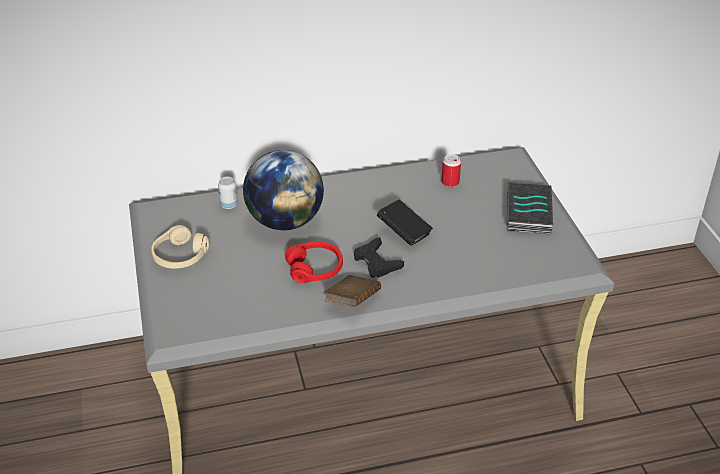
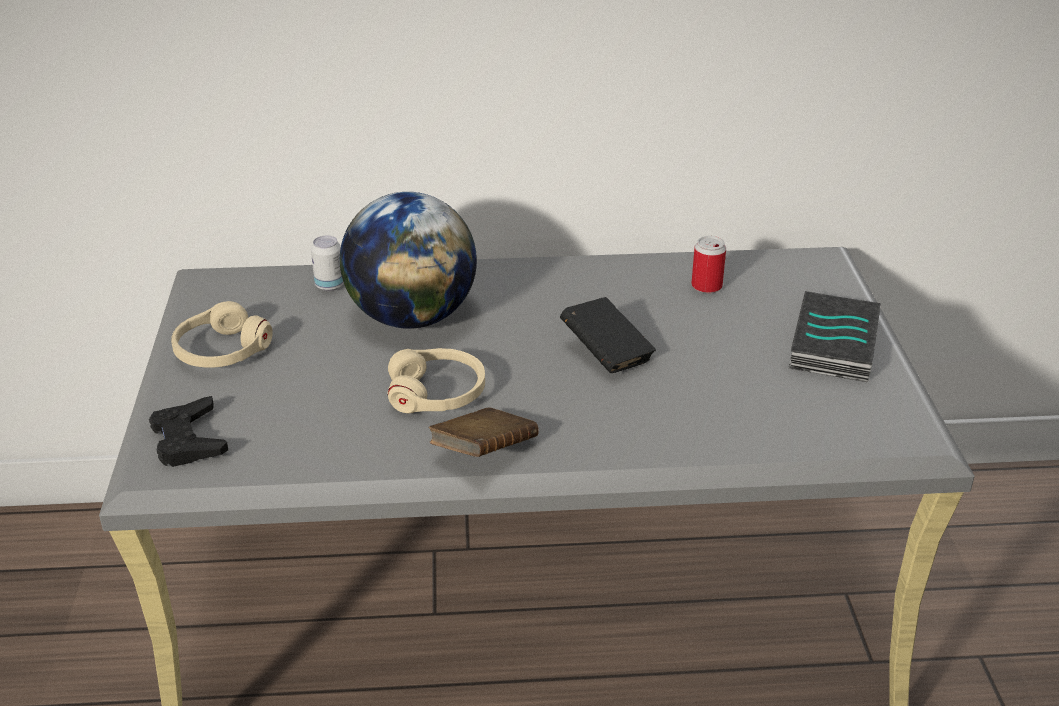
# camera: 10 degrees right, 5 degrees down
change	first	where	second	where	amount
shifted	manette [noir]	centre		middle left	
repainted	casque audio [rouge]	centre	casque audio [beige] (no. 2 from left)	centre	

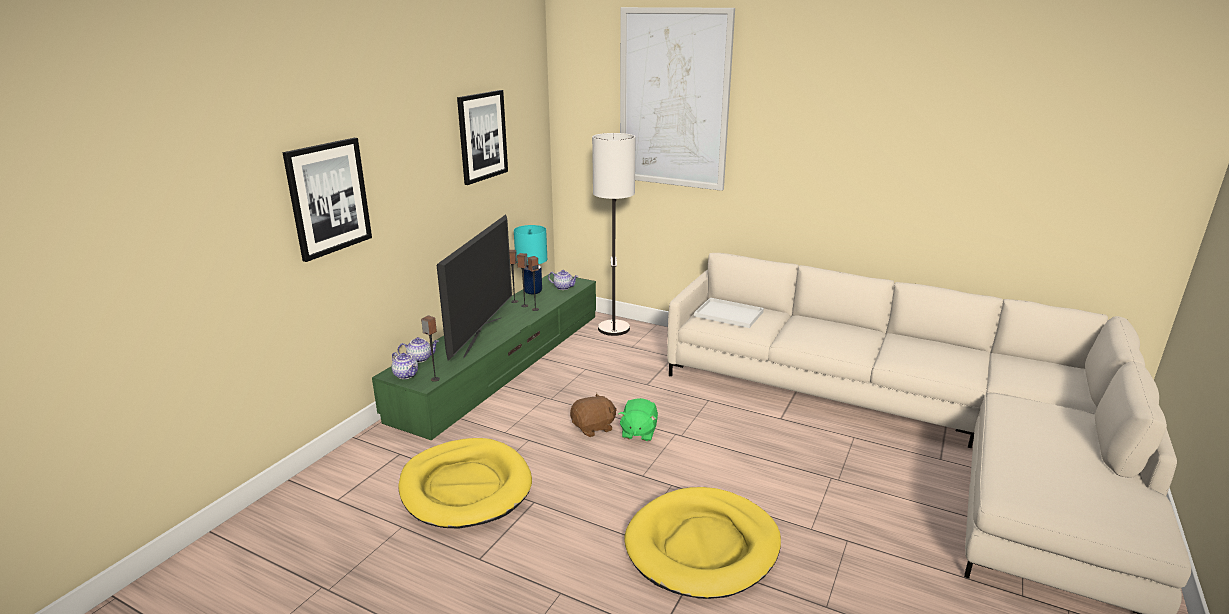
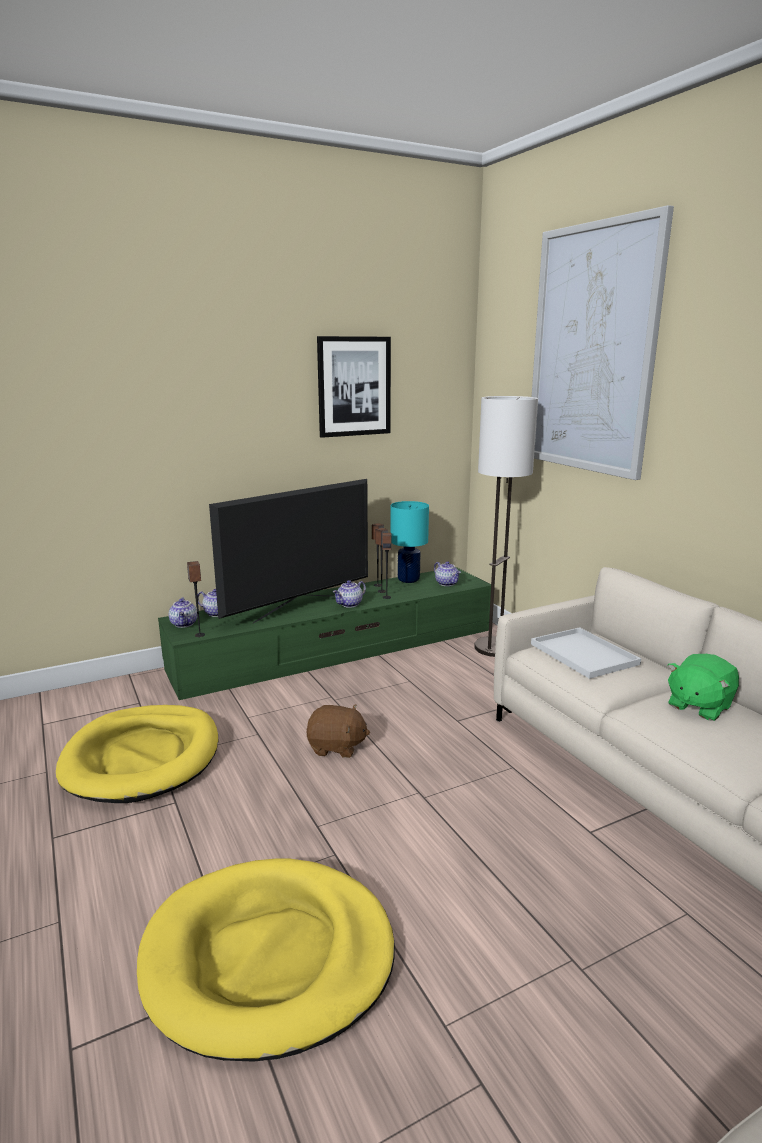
# camera: 35 degrees right, 5 degrees down
change	first	where	second	where	amount
new			théière (no. 3 from left)	centre	
shifted	peluche [vert]	bottom centre		middle right	
gone	tableau (no. 1 from left)	top left			

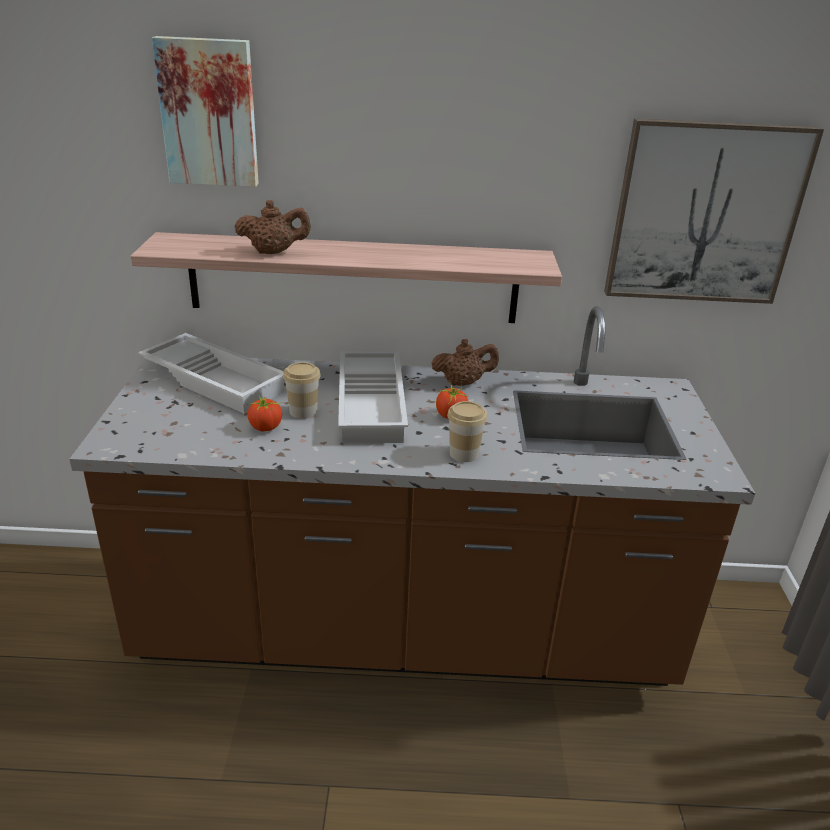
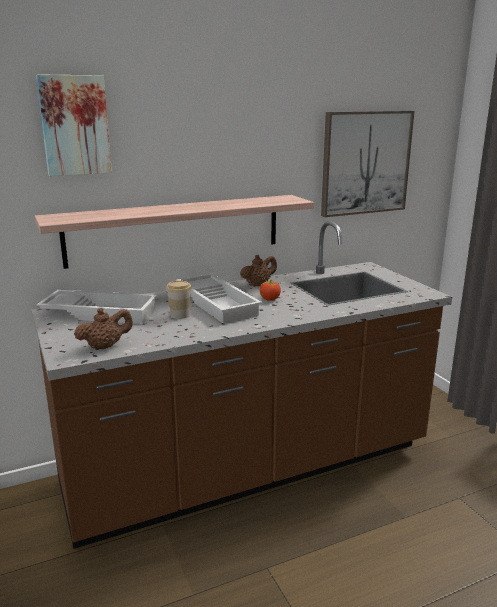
# camera: 25 degrees left, 10 degrees down
change	first	where	second	where	amount
shifted	théière [marron] (no. 1 from left)	top left		middle left	
gone	tomate (no. 1 from left)	middle left			
gone	tasse (no. 2 from left)	centre			

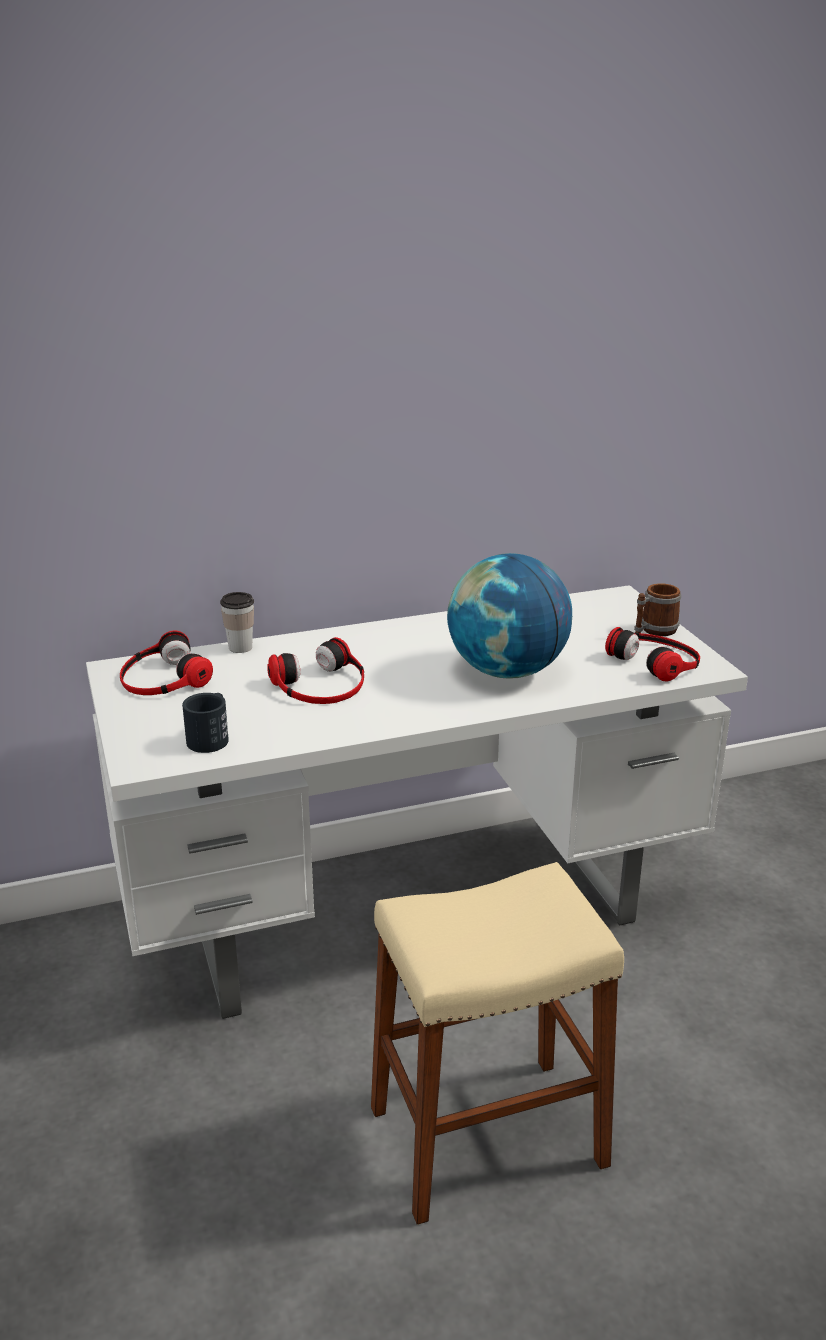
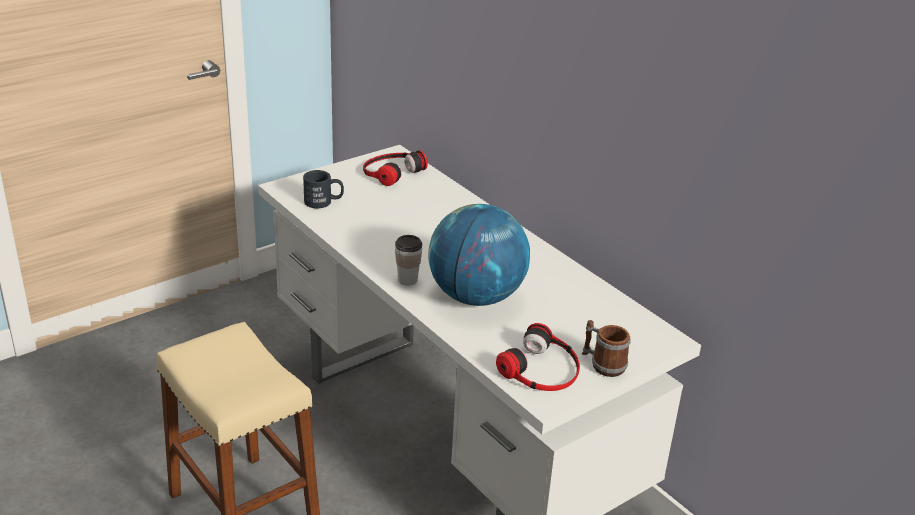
# camera: 70 degrees right, 5 degrees up
change	first	where	second	where	amount
shifted	tasse	middle left		centre	
gone	casque audio (no. 2 from left)	centre			

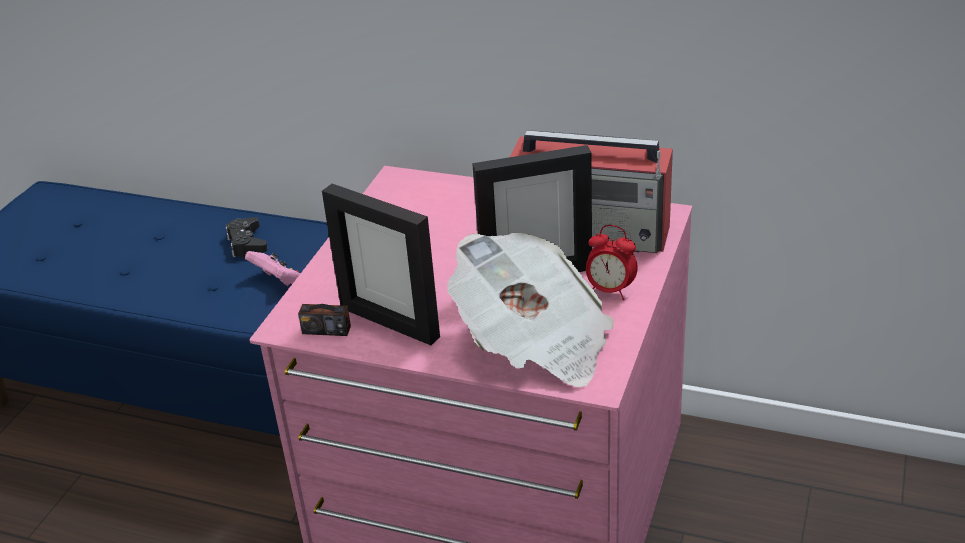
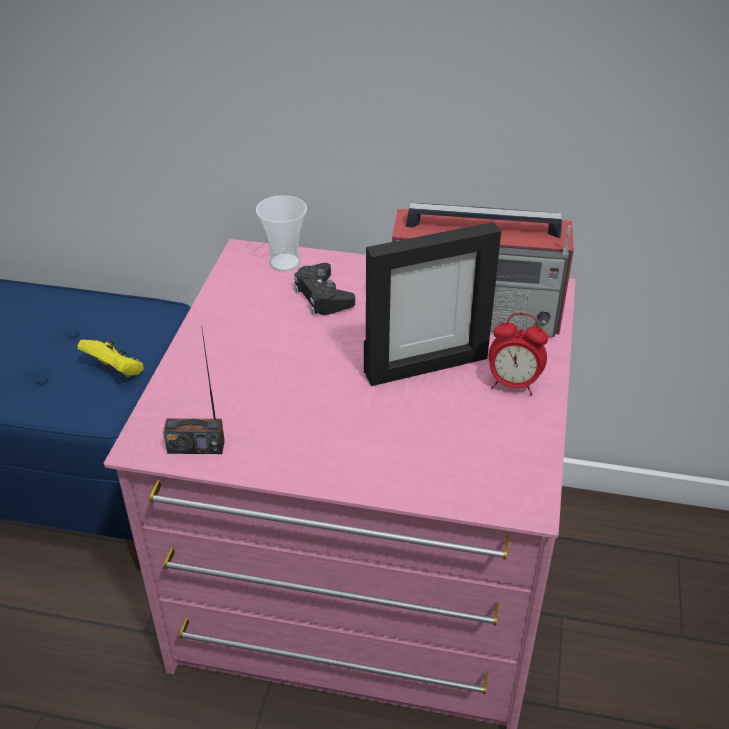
# camera: 10 degrees left, 5 degrees up
change	first	where	second	where	amount
repainted	manette [rose]	middle left	manette [jaune]	middle left	
new			tasse	top centre	
shifted	manette [noir]	middle left		centre	
gone	cadre photo (no. 1 from left)	centre			
gone	journal	centre			

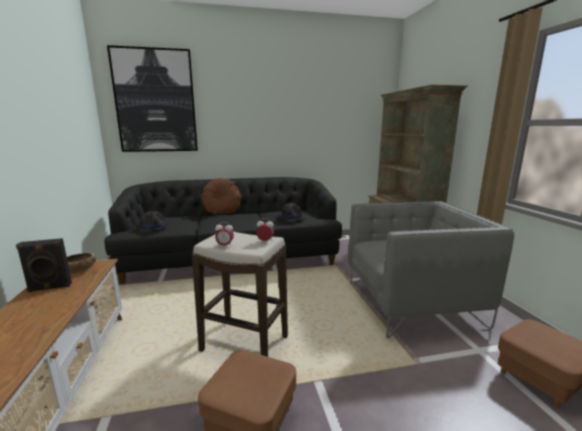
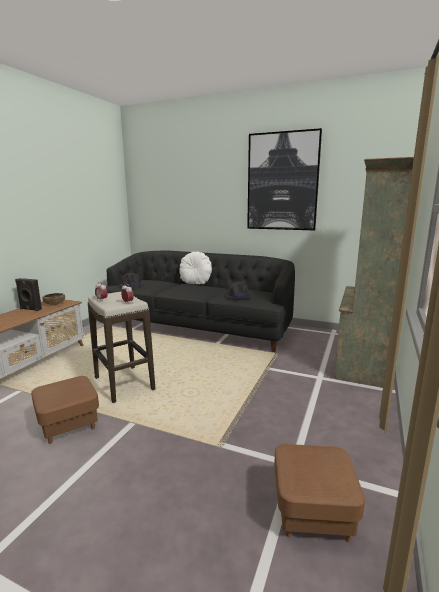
# camera: 35 degrees right, 0 degrees up
change	first	where	second	where	amount
repainted	coussin [marron]	centre	coussin [blanc]	centre	
shifted	tableau	top left		top centre	
gone	fauteuil [gris]	middle right			

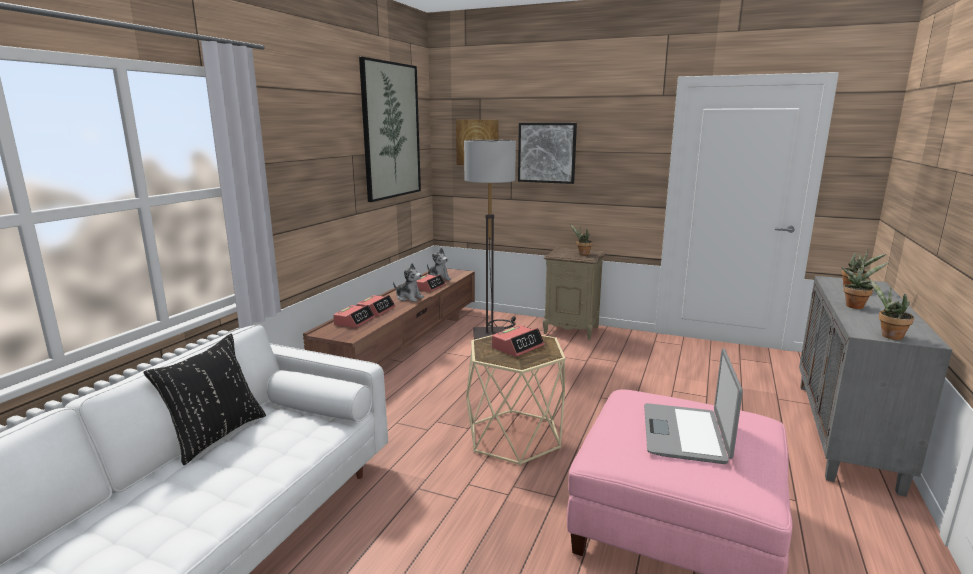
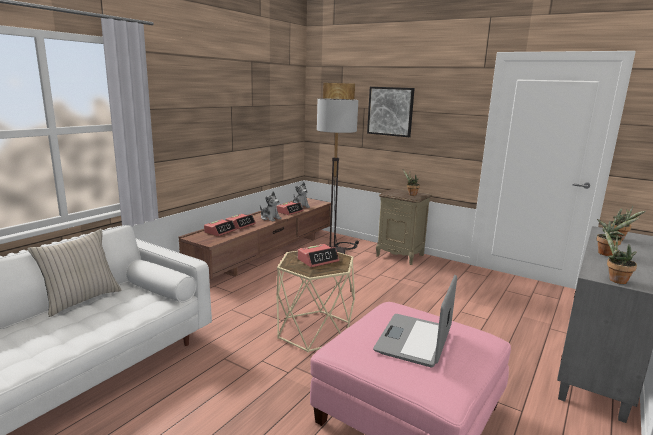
# camera: 10 degrees right, 0 degrees up
change	first	where	second	where	amount
repainted	coussin [noir]	bottom left	coussin [beige]	middle left	
gone	tableau (no. 1 from left)	top centre			

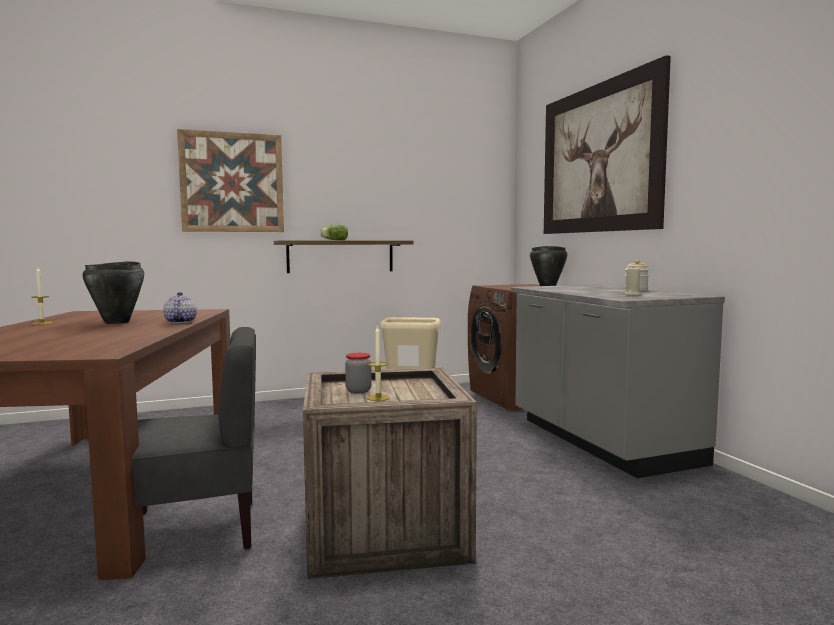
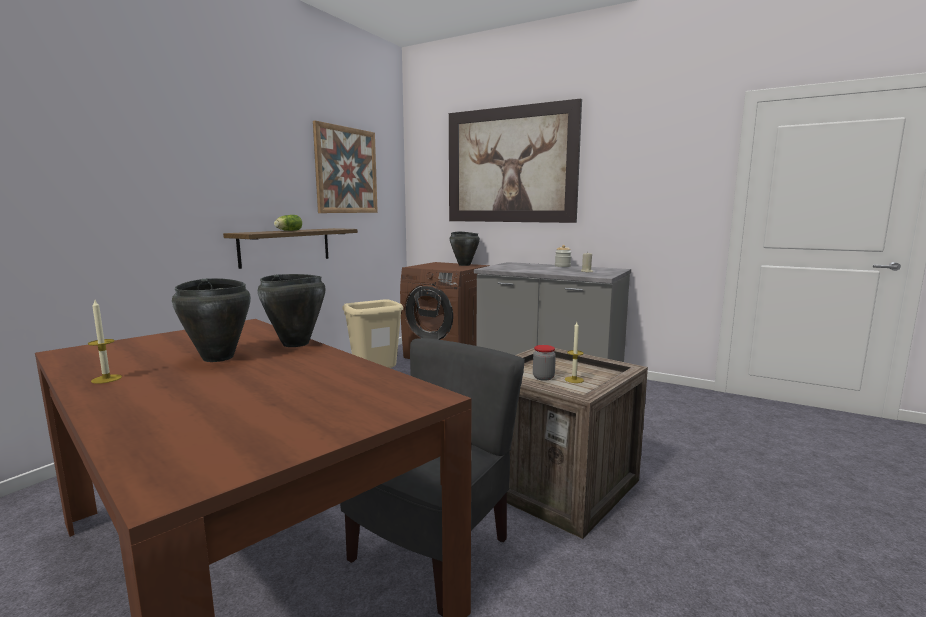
# camera: 40 degrees left, 5 degrees up
change	first	where	second	where	amount
swapped	théière	middle left	marmite [noir] (no. 2 from left)	middle left	
shifted	tableau (no. 1 from left)	top left		top centre	

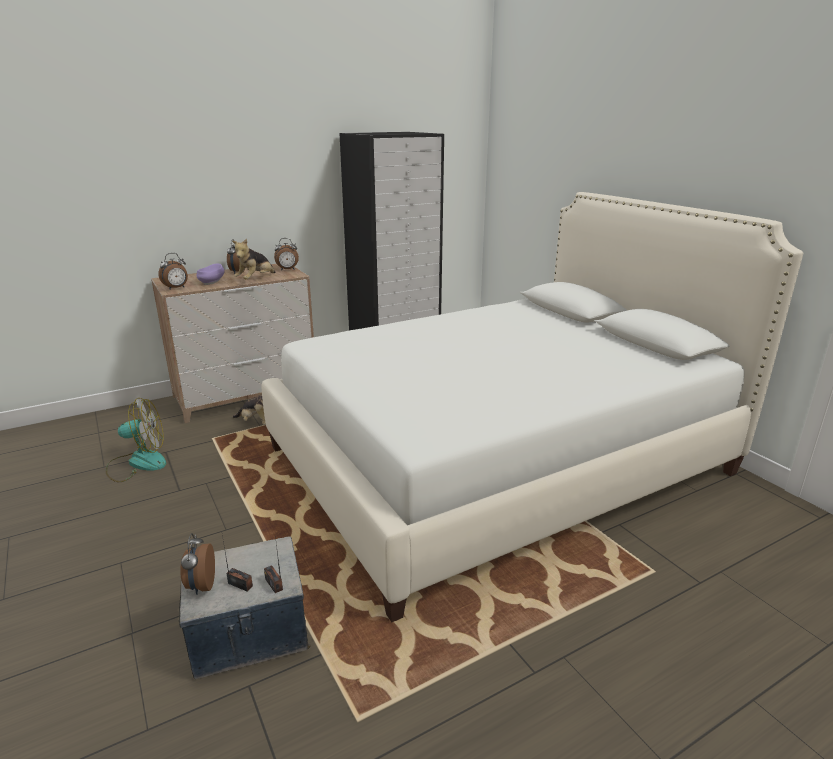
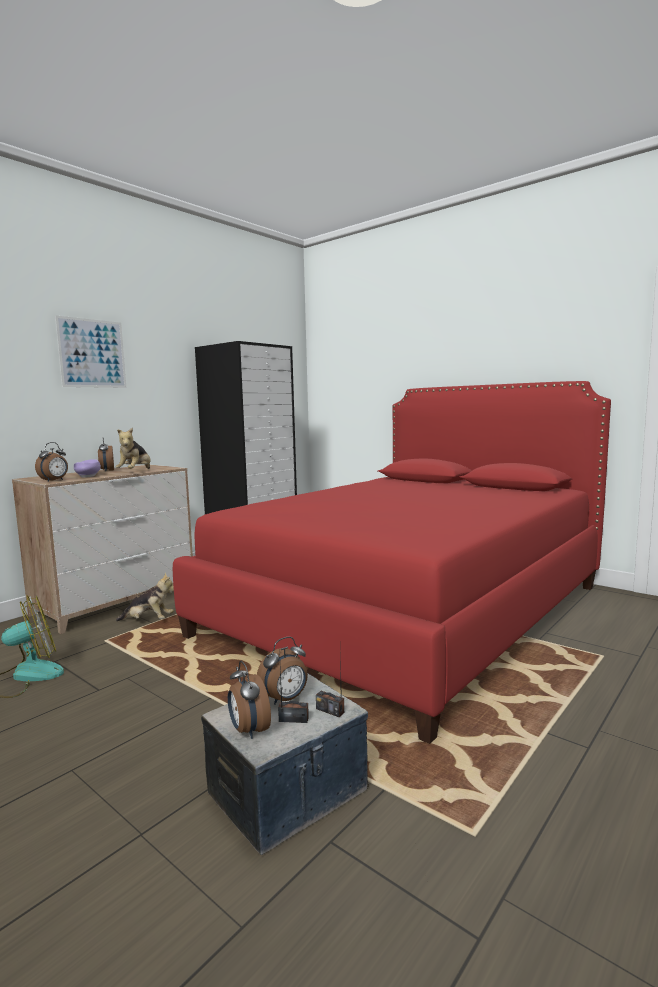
# camera: 20 degrees left, 15 degrees down
change	first	where	second	where	amount
new			tableau	middle left	
repainted	lit [blanc]	centre	lit [rouge]	centre	
shifted	réveil (no. 4 from left)	centre		bottom centre	

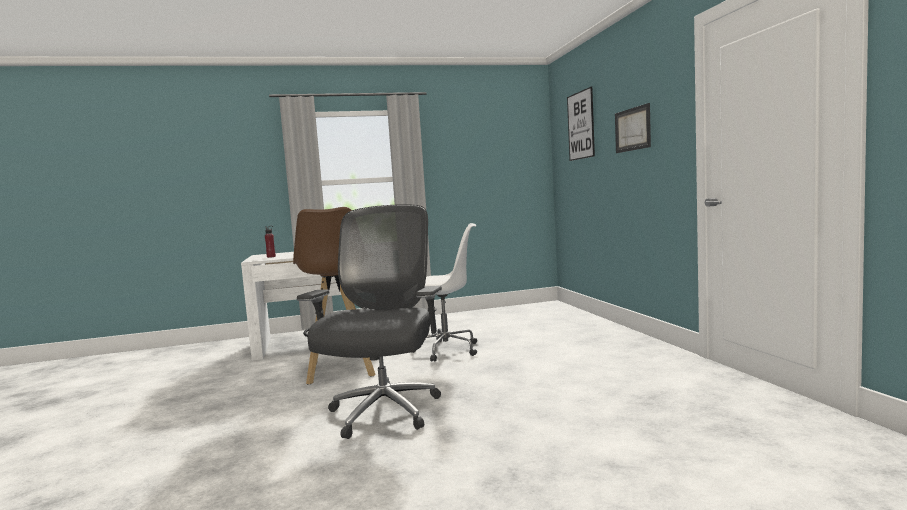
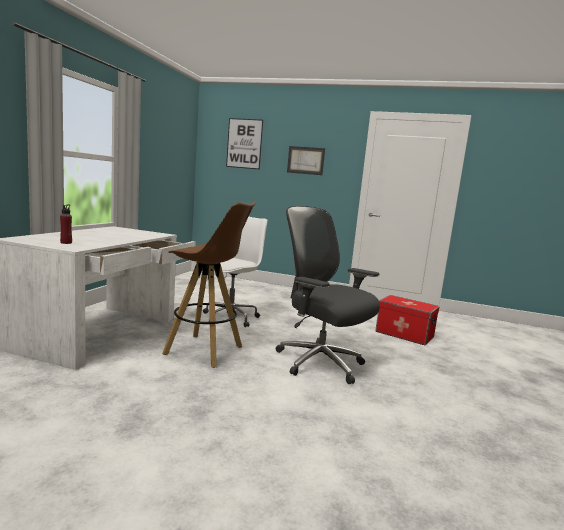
# camera: 60 degrees left, 5 degrees up
change	first	where	second	where	amount
new			boîte de rangement	middle right	

